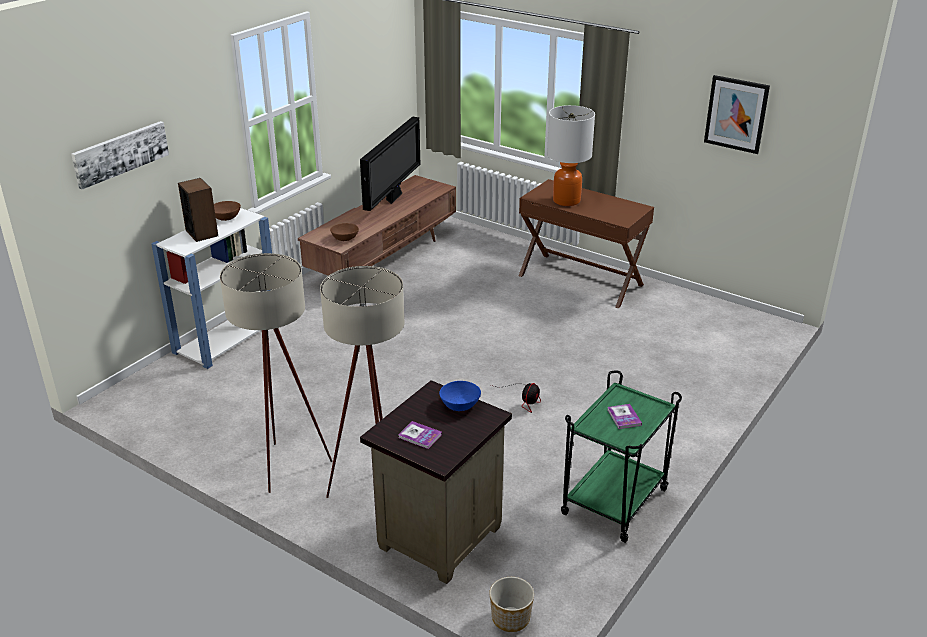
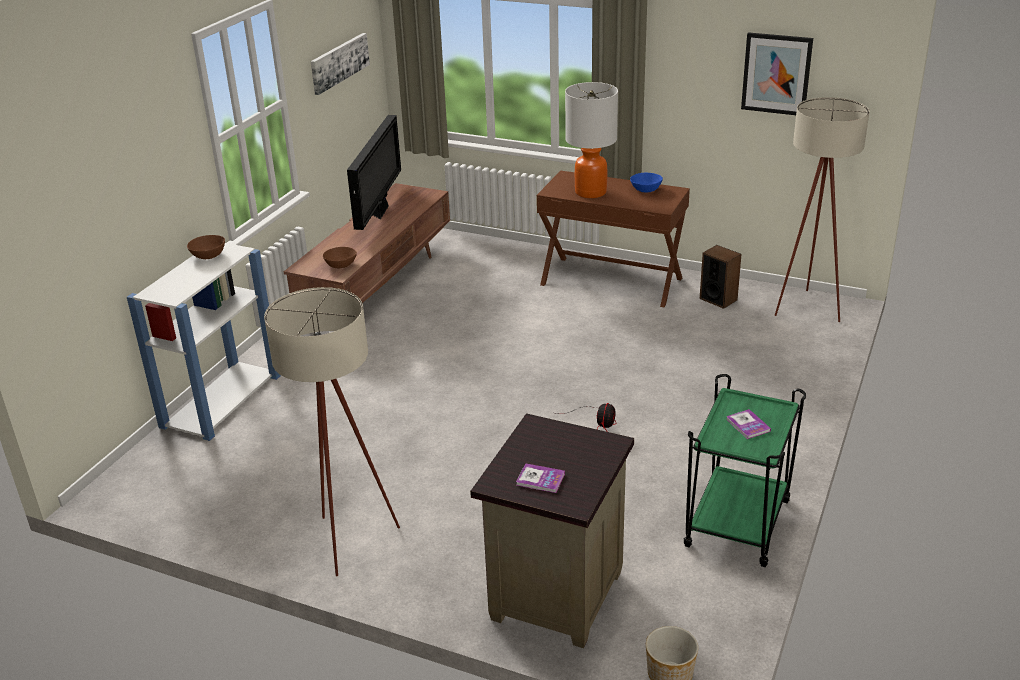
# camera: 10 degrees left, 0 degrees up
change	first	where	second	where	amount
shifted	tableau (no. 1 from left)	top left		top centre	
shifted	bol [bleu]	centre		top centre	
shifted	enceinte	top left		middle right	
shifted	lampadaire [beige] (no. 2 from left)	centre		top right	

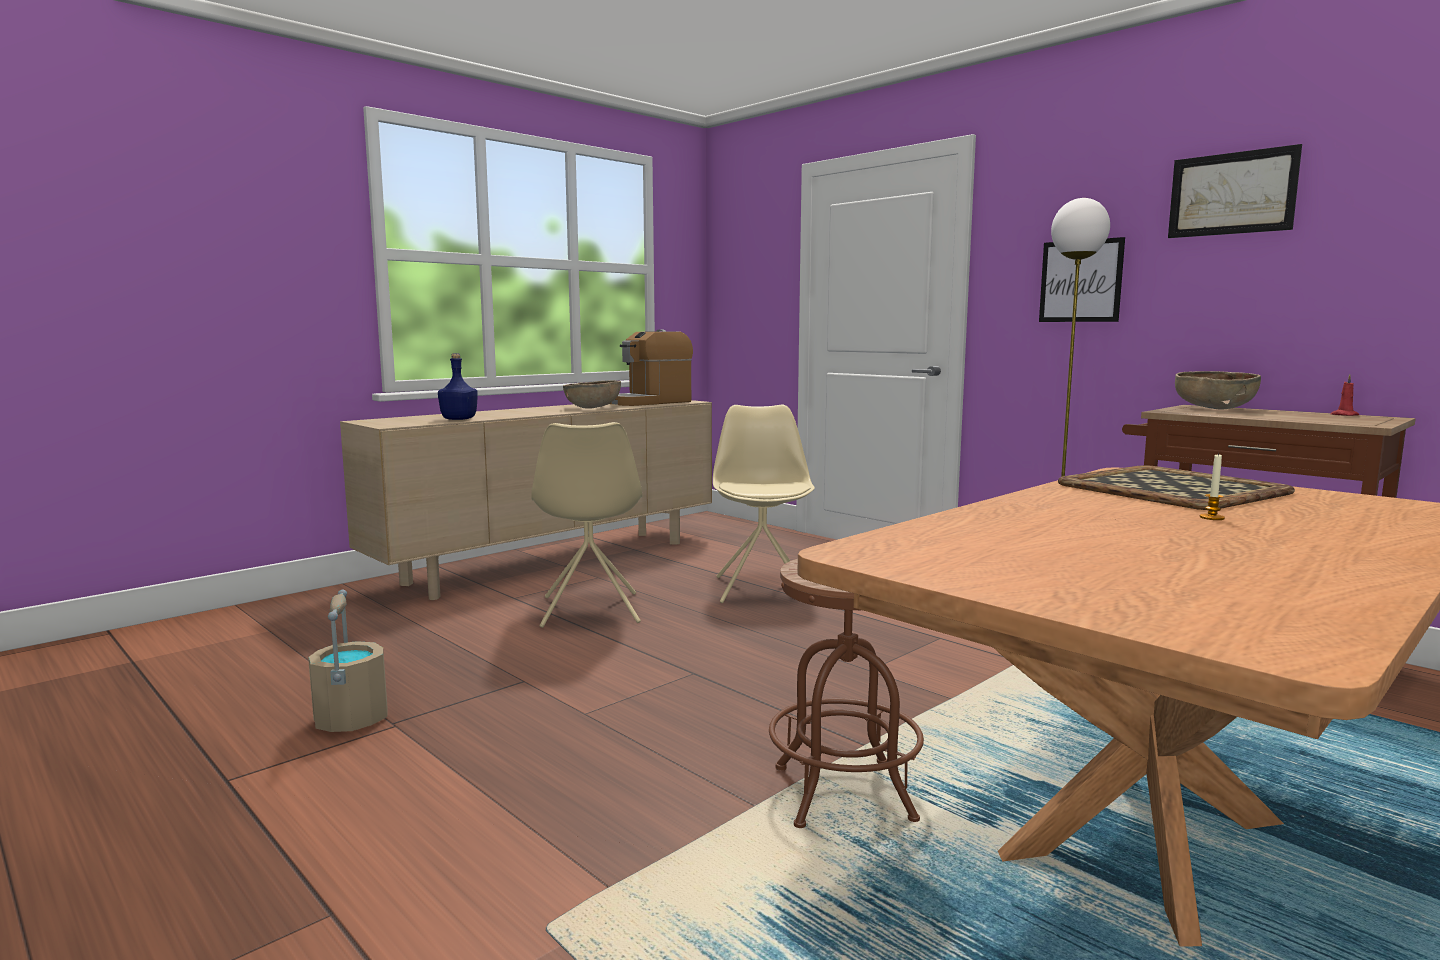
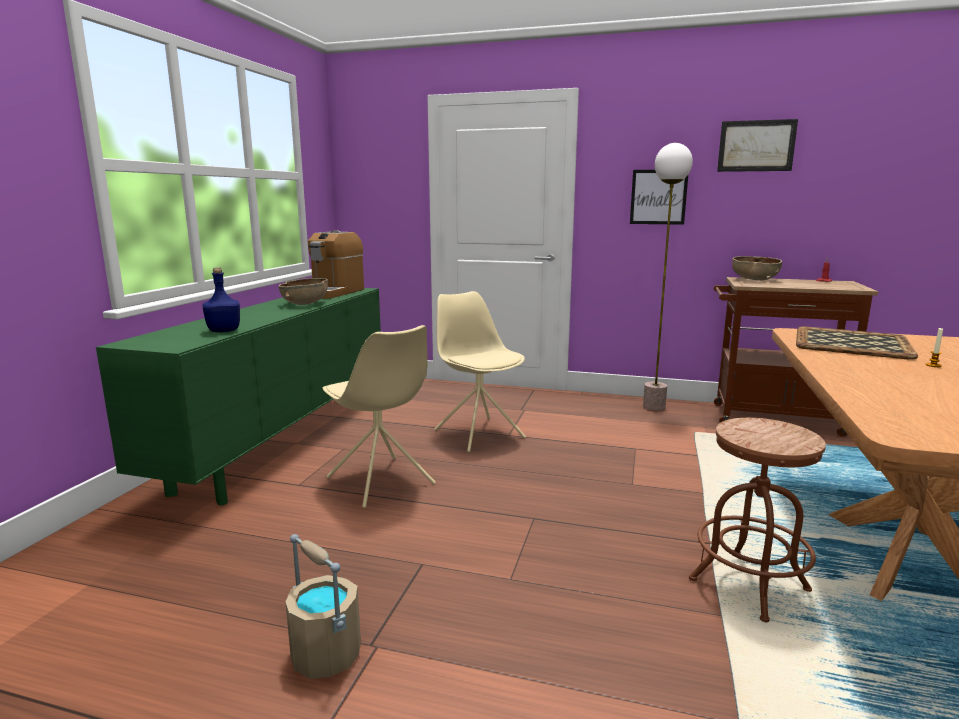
# camera: 30 degrees left, 5 degrees up
change	first	where	second	where	amount
repainted	meuble de rangement [beige]	centre	meuble de rangement [vert]	middle left	

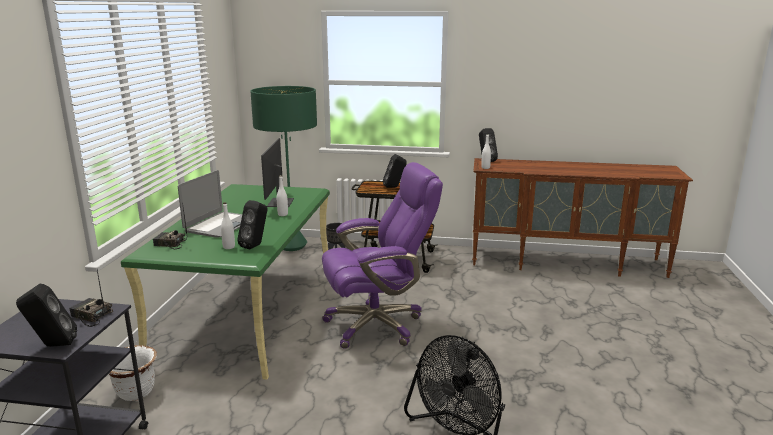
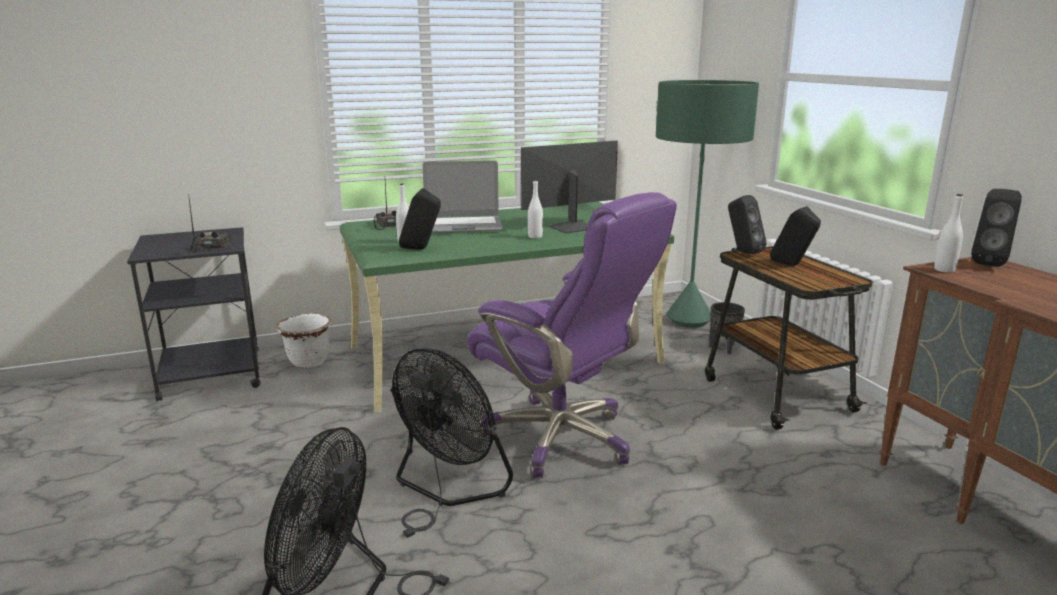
# camera: 60 degrees right, 0 degrees up
change	first	where	second	where	amount
new			ventilateur [noir] (no. 2 from left)	bottom centre	
shifted	enceinte [noir] (no. 1 from left in the first image)	bottom left	enceinte [noir] (no. 2 from left)	middle right	

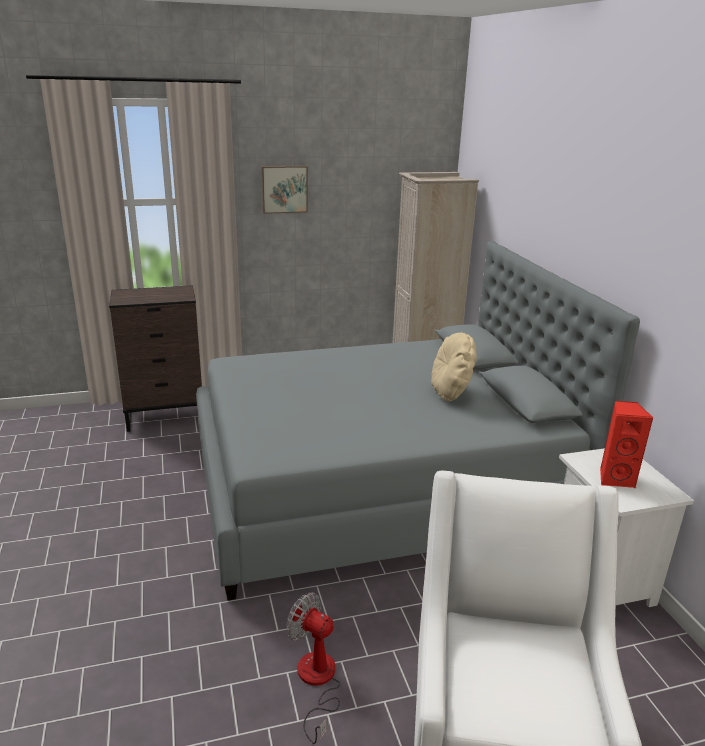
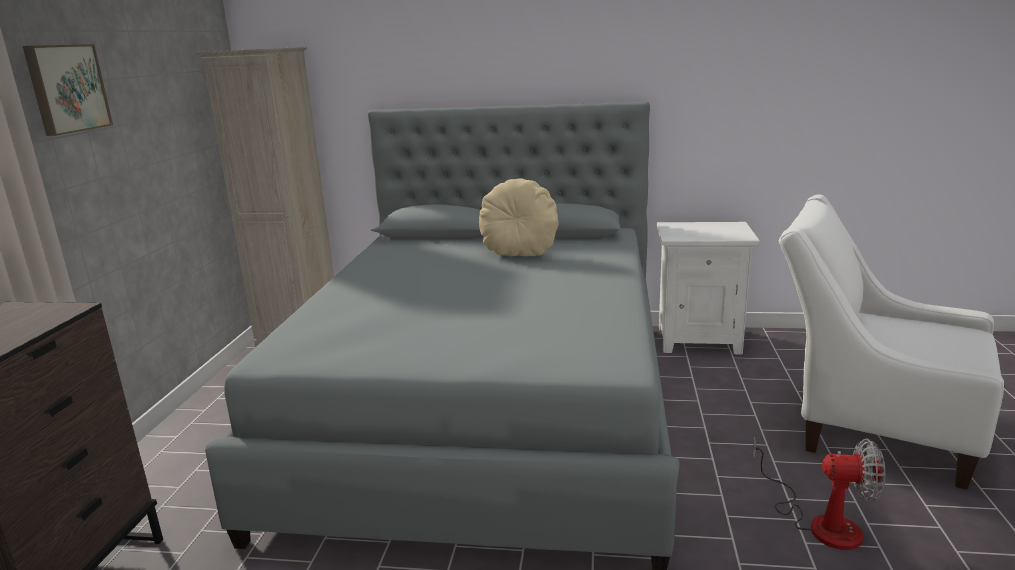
# camera: 65 degrees left, 5 degrees down
change	first	where	second	where	amount
rotated	ventilateur	bottom centre		bottom right	135 degrees counterclockwise
gone	enceinte [rouge]	middle right			

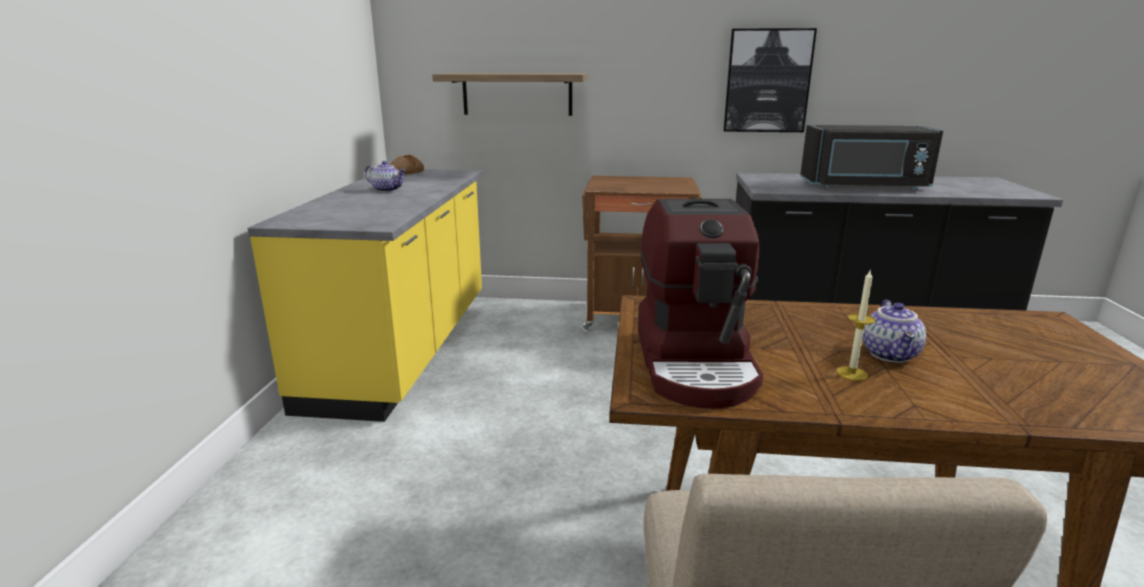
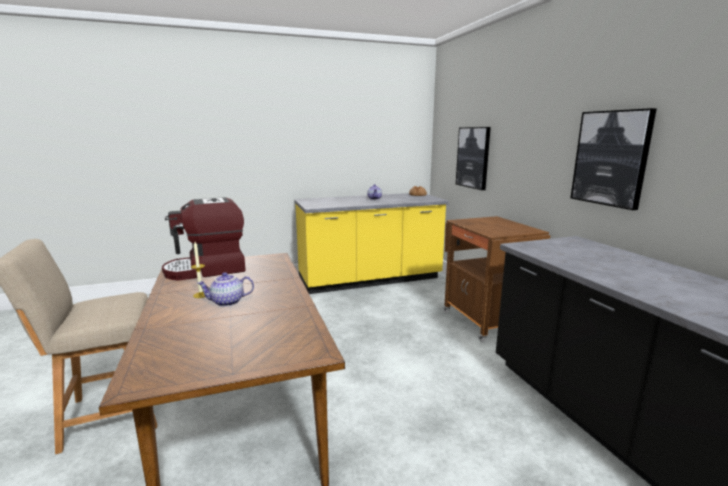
# camera: 65 degrees right, 5 degrees down
change	first	where	second	where	amount
swapped	étagère	top centre	tableau (no. 1 from left)	top centre	
gone	micro-ondes [noir]	top right			

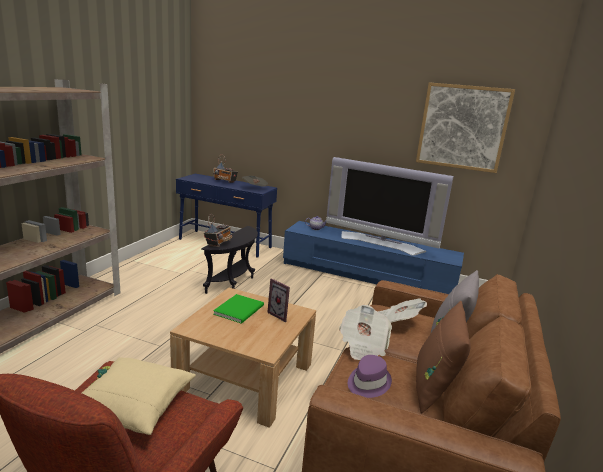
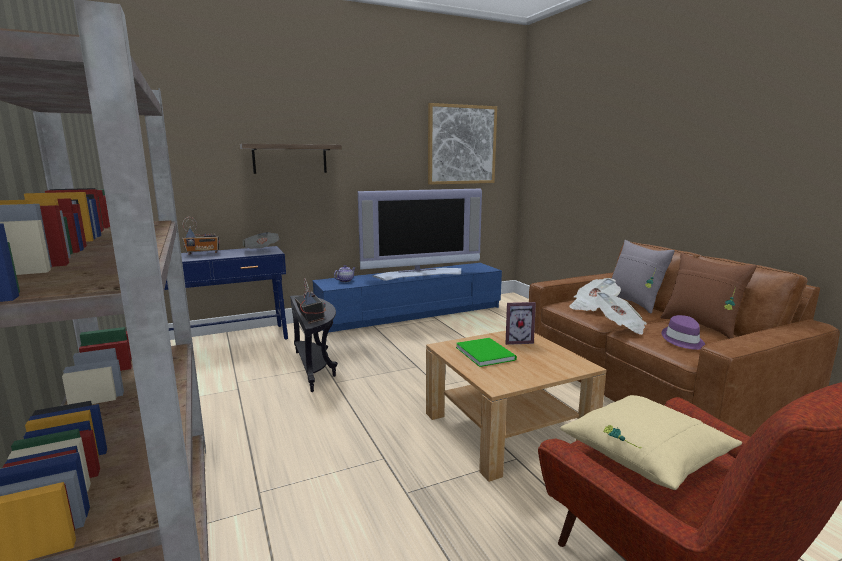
# camera: 45 degrees left, 5 degrees down
change	first	where	second	where	amount
new			étagère	top centre	

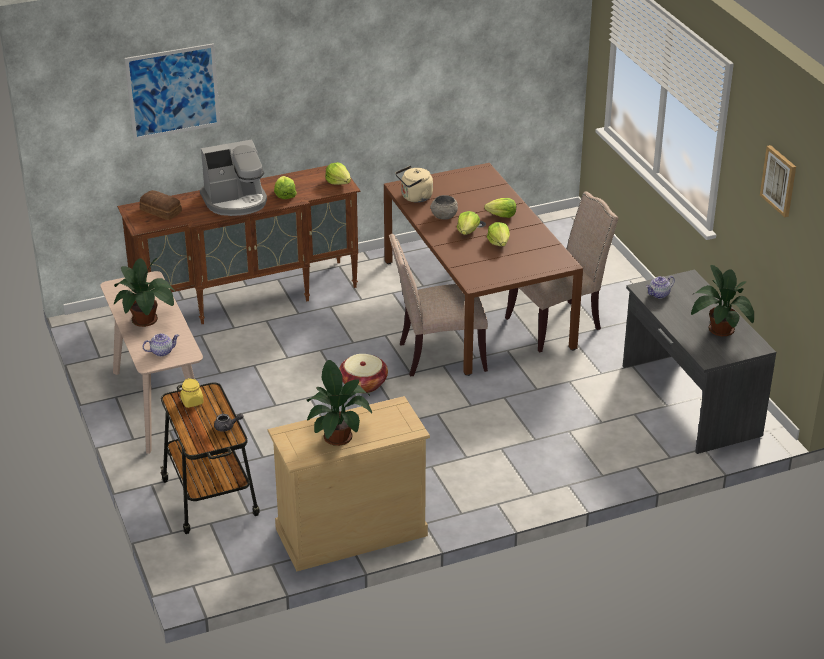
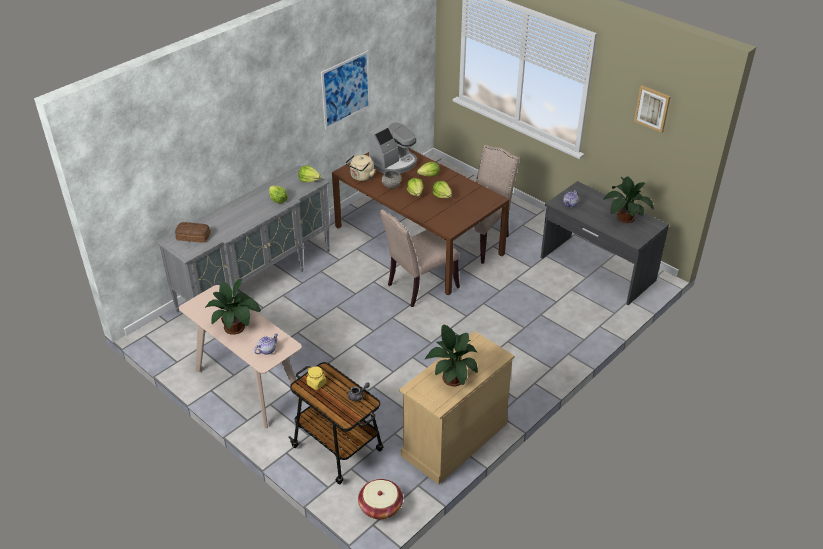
# camera: 25 degrees left, 5 degrees up
change	first	where	second	where	amount
repainted	meuble de rangement [marron]	middle left	meuble de rangement [gris]	middle left	
shifted	tableau (no. 1 from left)	top left		top centre	
shifted	panier	centre		bottom centre	
shifted	machine à café	top left		top centre	

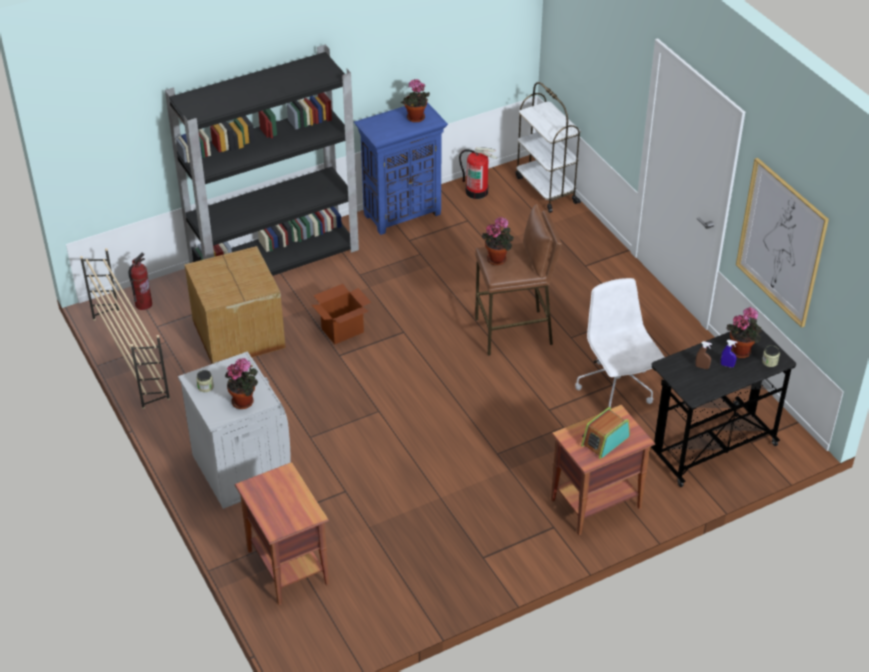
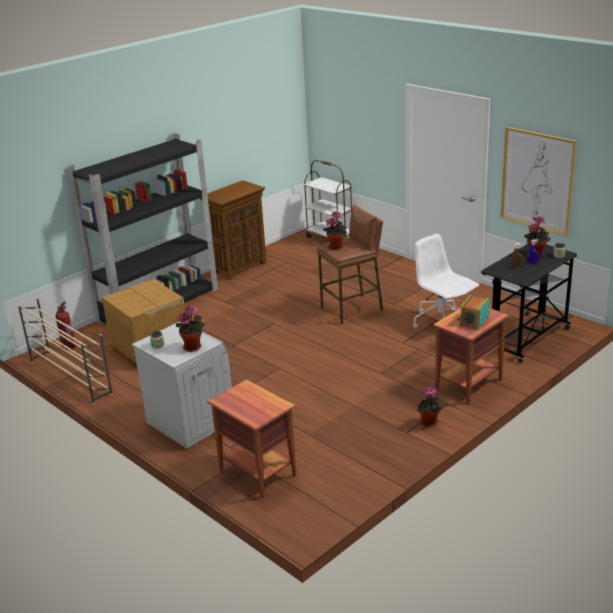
# camera: 15 degrees left, 15 degrees down
change	first	where	second	where	amount
repainted	meuble de rangement [bleu]	top centre	meuble de rangement [marron]	centre	
shifted	plante en pot (no. 2 from left in the first image)	top centre	plante en pot (no. 3 from left)	middle right	
gone	carton (no. 2 from left)	centre			
gone	extincteur (no. 2 from left)	top centre			

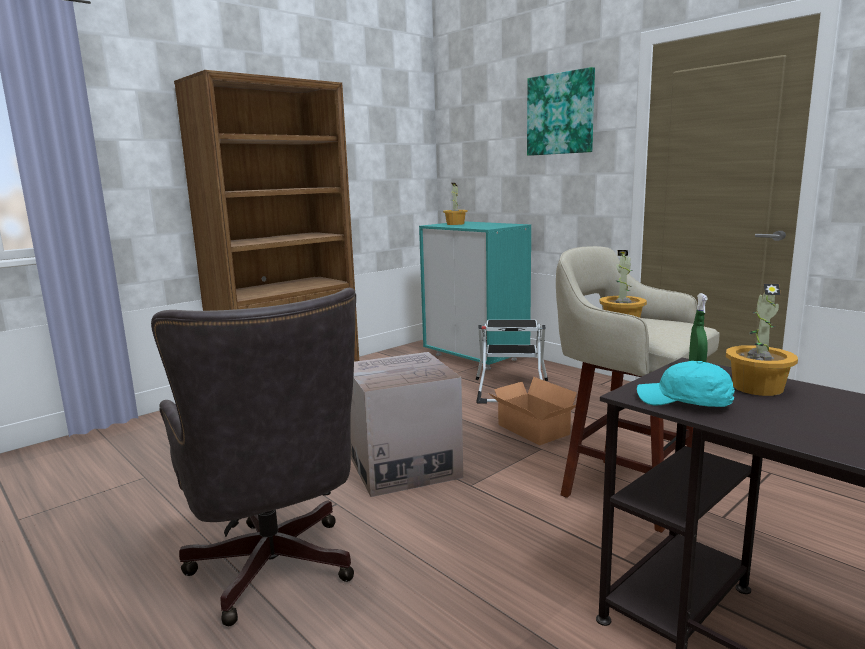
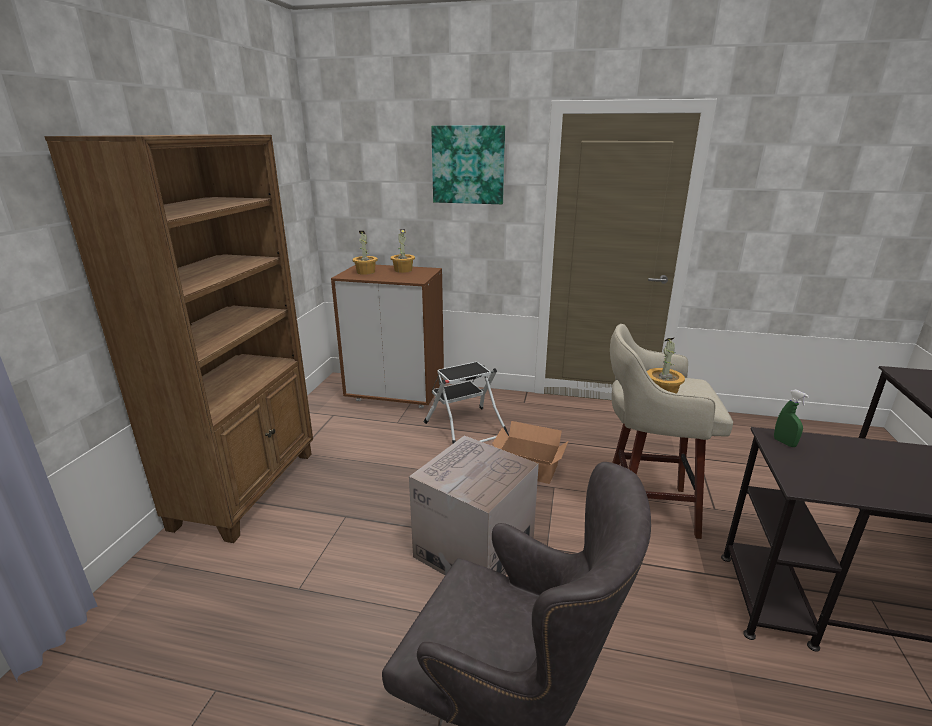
# camera: 35 degrees left, 10 degrees up
change	first	where	second	where	amount
repainted	meuble de rangement [turquoise]	centre	meuble de rangement [marron]	centre	
shifted	plante en pot (no. 3 from left in the first image)	middle right	plante en pot (no. 2 from left)	centre	
gone	casquette [turquoise]	middle right			

